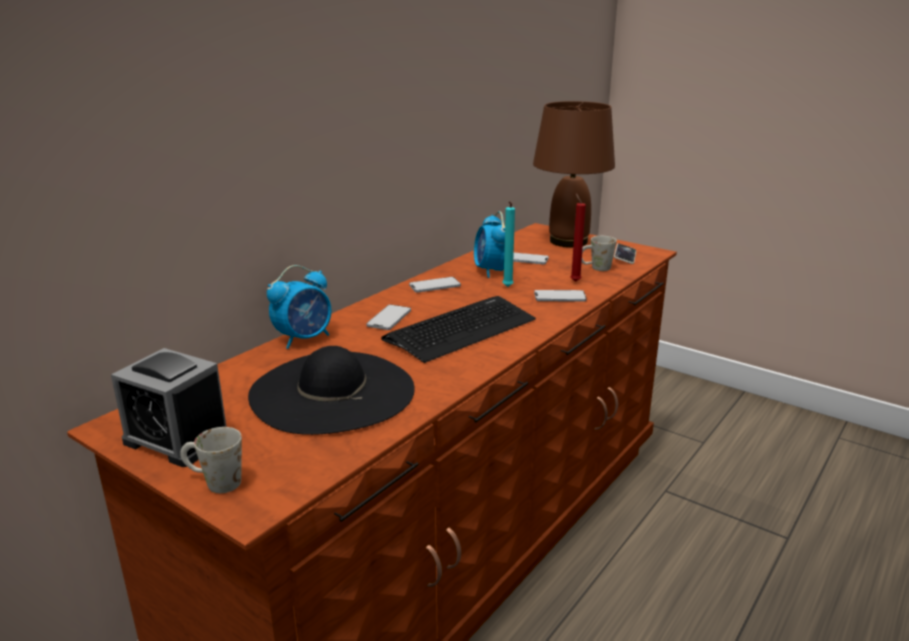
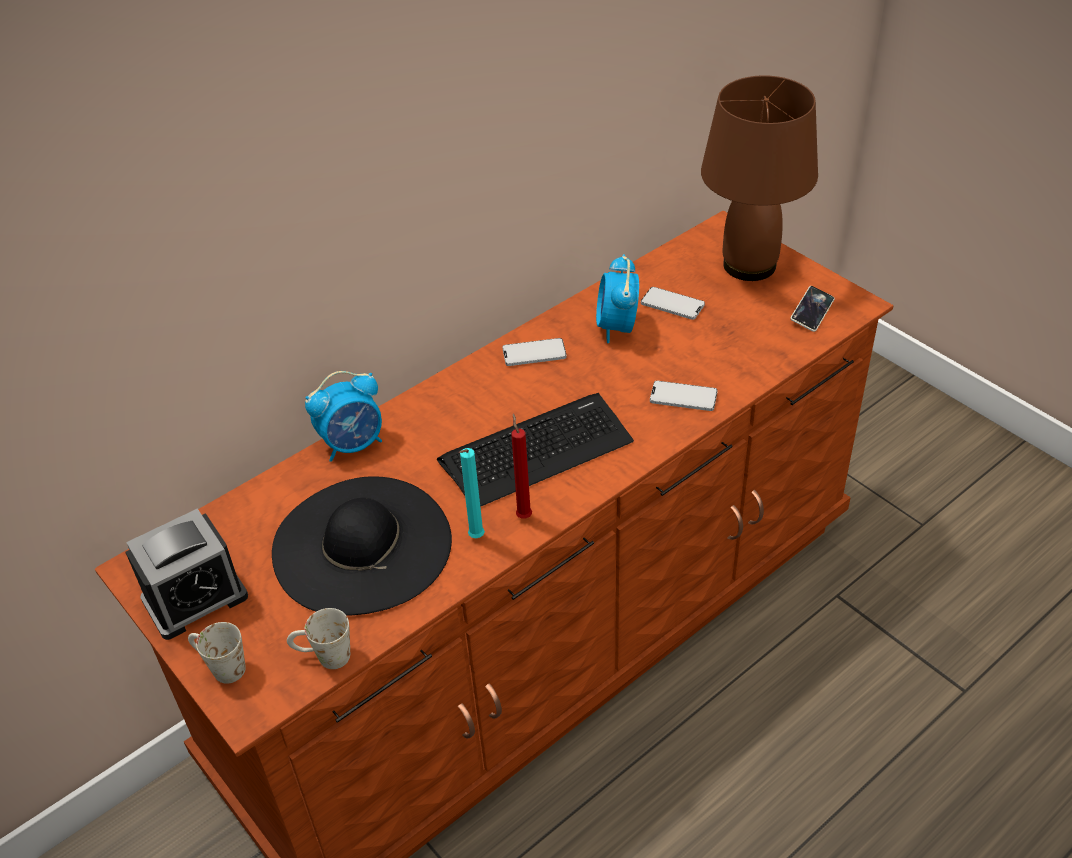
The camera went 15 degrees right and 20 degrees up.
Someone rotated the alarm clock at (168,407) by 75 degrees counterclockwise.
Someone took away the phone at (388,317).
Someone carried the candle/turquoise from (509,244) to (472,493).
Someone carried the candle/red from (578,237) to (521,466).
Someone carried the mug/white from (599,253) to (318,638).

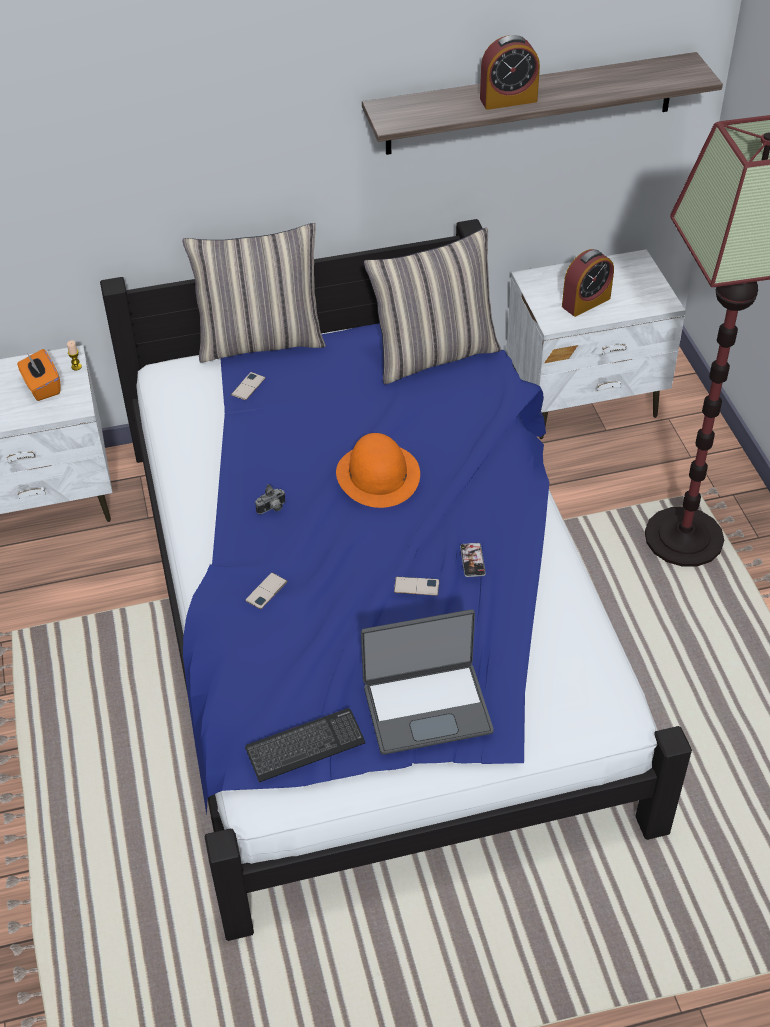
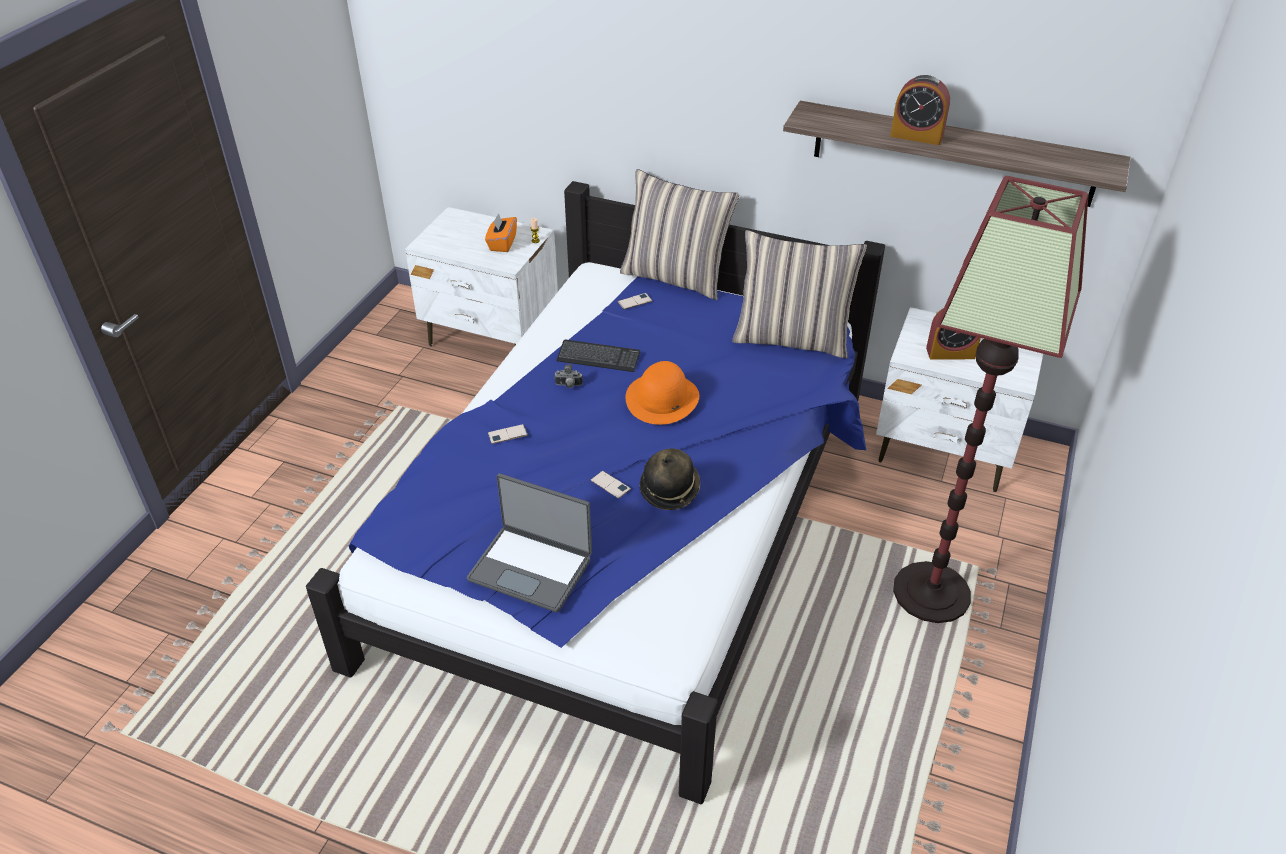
The camera went 35 degrees right and 5 degrees down.
Someone carried the keyboard from (305,745) to (598,356).
Someone swapped the phone at (473,560) for the hat at (669,479).

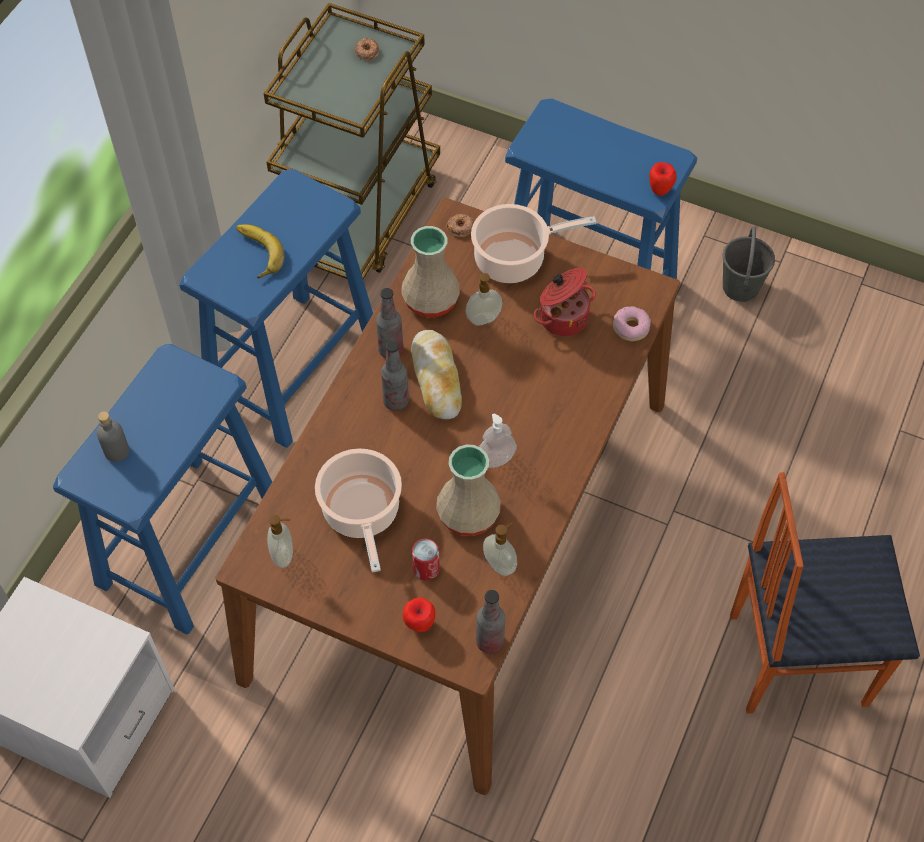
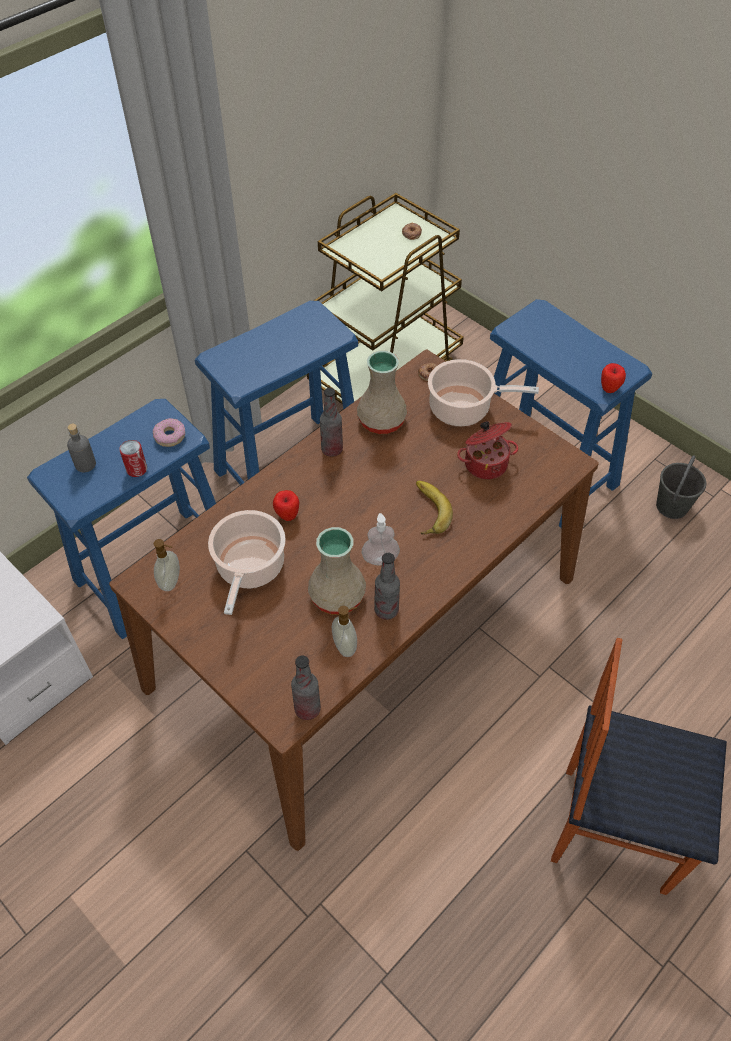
The camera went 20 degrees right and 5 degrees down.
Someone carried the banana from (260,251) to (434,508).
Someone carried the bottle from (395,376) to (387,586).
Someone carried the apple from (419,614) to (286,505).
Someone took away the bread at (436,374).
Someone carried the can from (426,559) to (133,458).
Someone took away the soap dispenser at (484,299).
Someone carried the donut from (632,323) to (169,432).

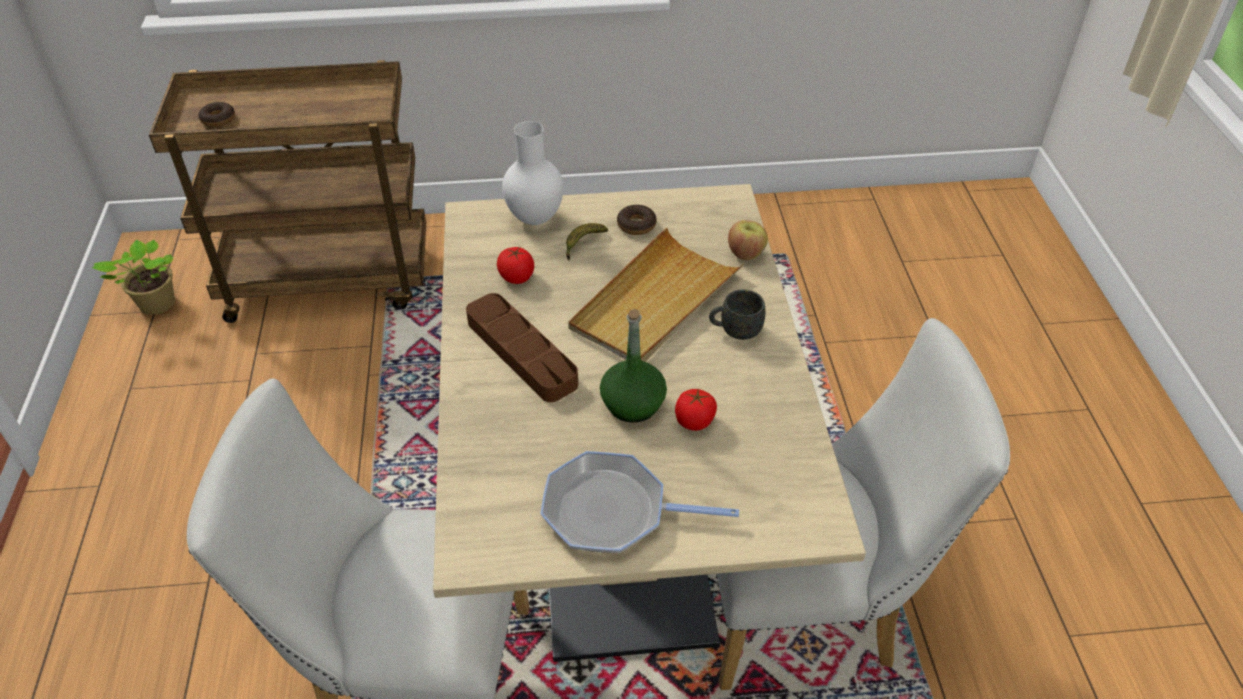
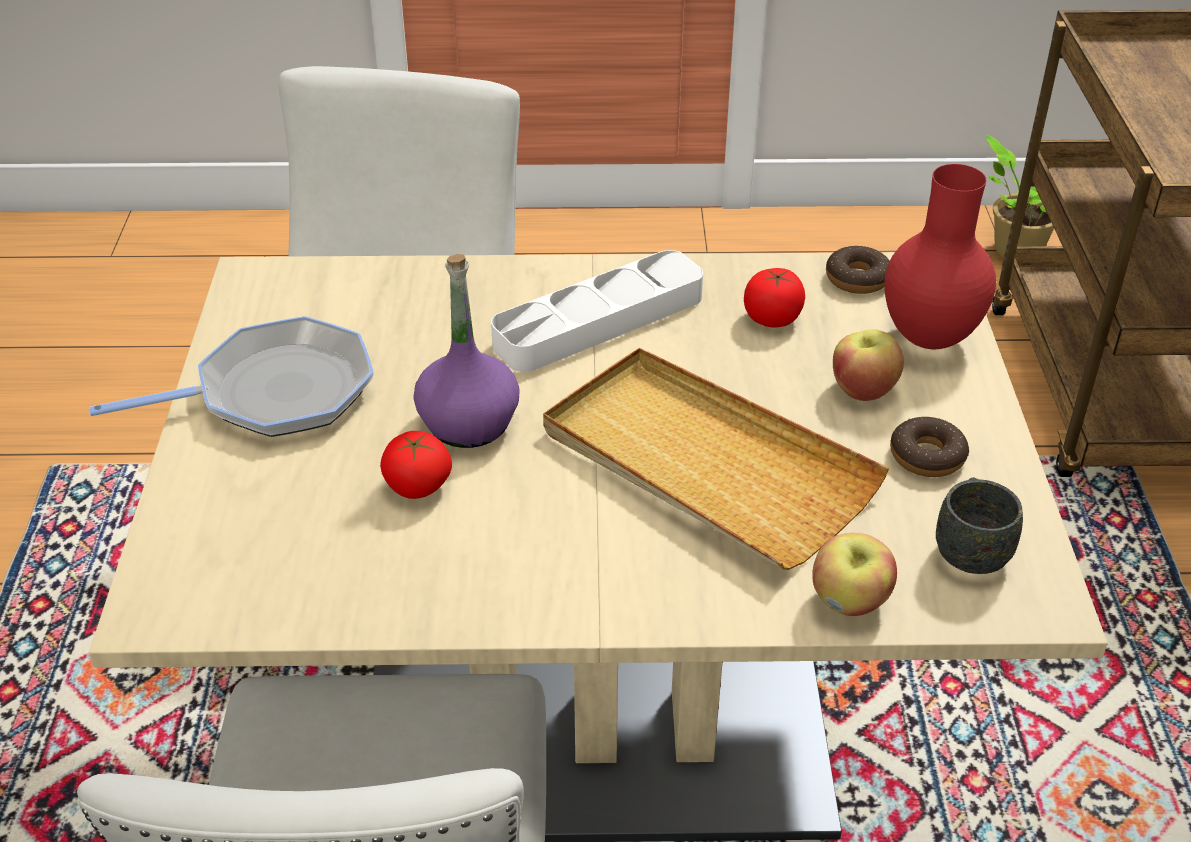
The camera went 95 degrees right and 5 degrees down.
Someone carried the donut from (217,114) to (857,269).
Someone repainted the tray/brown at (522,347), which became the tray/white at (597,311).
Someone repainted the vase/white at (533,173), which became the vase/red at (940,256).
Someone rotated the frying pan at (639,502) by 60 degrees clockwise.
Someone swapped the banana at (587,242) for the apple at (868,365).
Someone repainted the bottle/green at (633,366), which became the bottle/purple at (467,351).
Someone carried the mug/grey from (737,314) to (979,525).

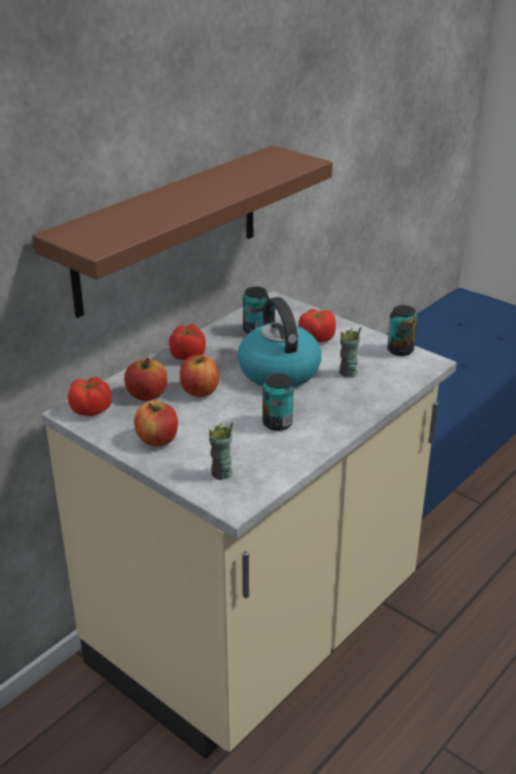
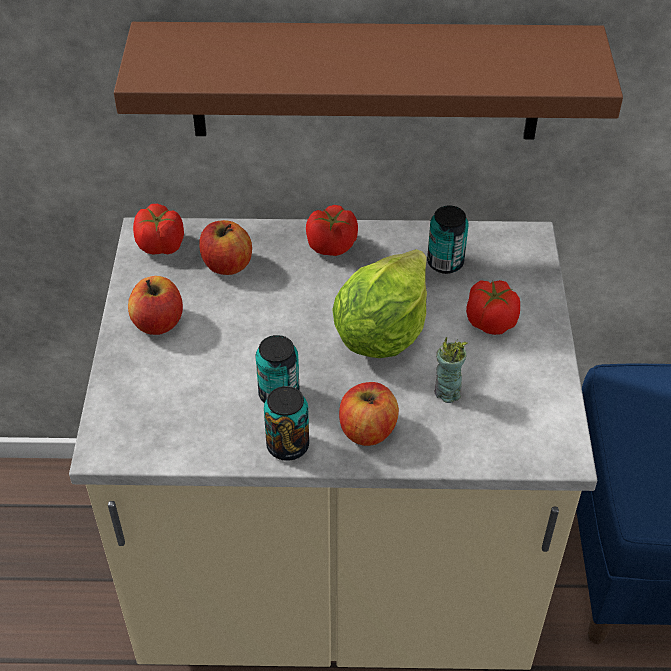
The camera went 50 degrees right and 15 degrees up.
Someone carried the apple from (199,376) to (369,414).
Someone took away the cup at (221,451).
Someone swapped the kettle at (279,342) for the lettuce at (379,303).
Someone carried the can from (402,330) to (286,423).

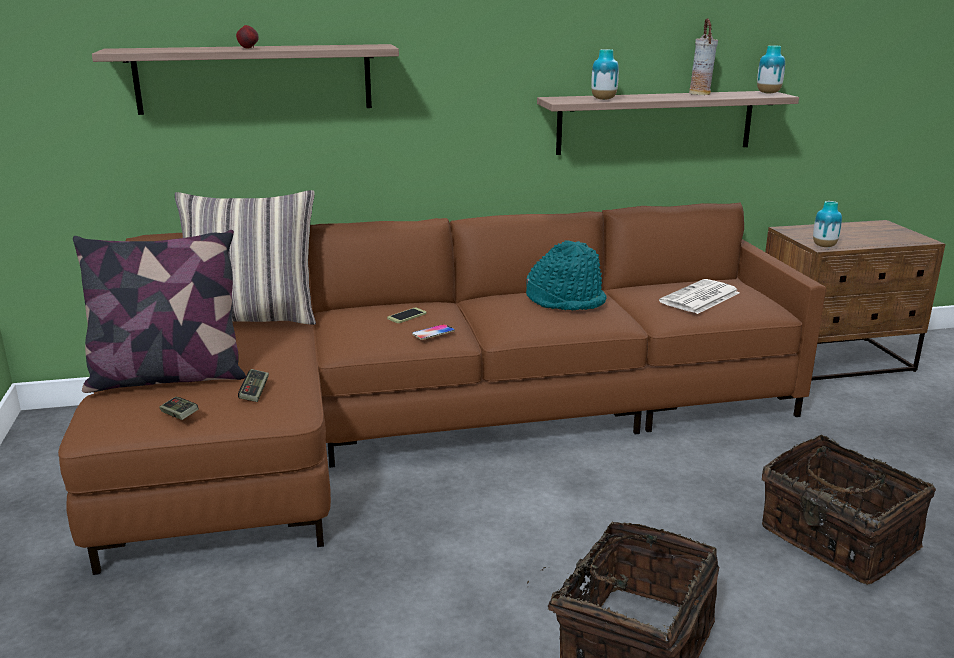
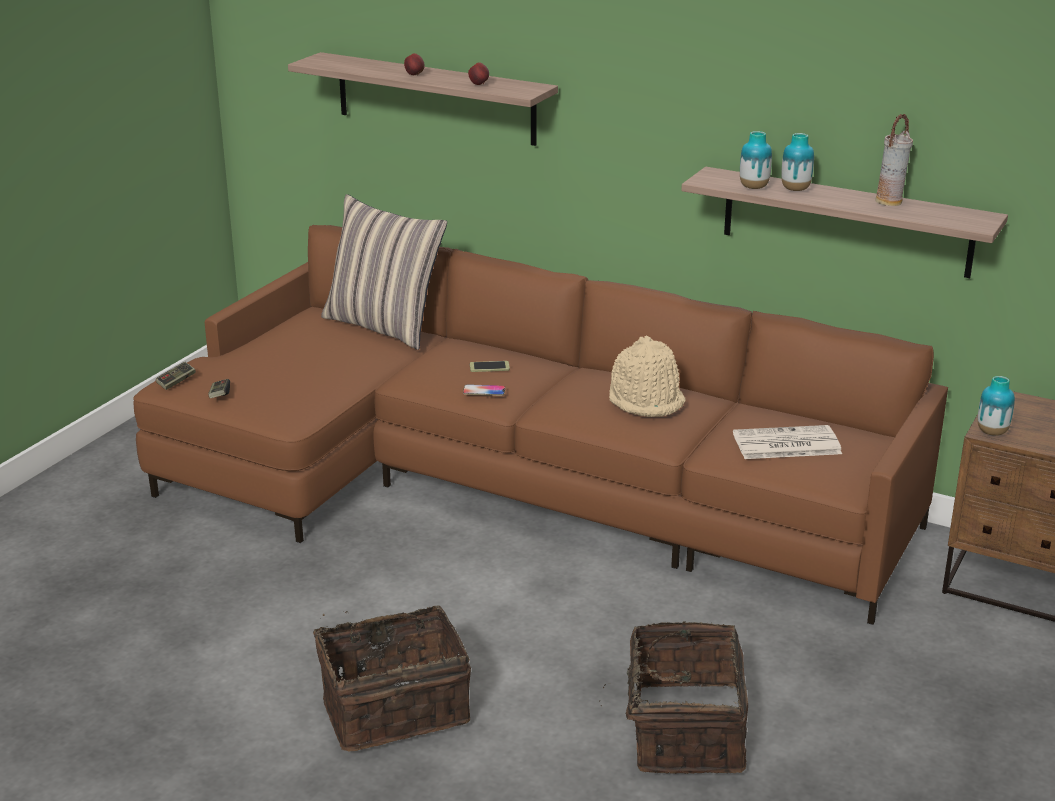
The camera went 40 degrees right and 5 degrees up.
Someone took away the pillow at (159,311).
Someone carried the game controller from (253,385) to (176,376).
Someone repainted the hat/turquoise at (566,275), which became the hat/beige at (647,376).
Someone carried the vase from (771,69) to (797,162).
Someone put down the apple at (478,73).

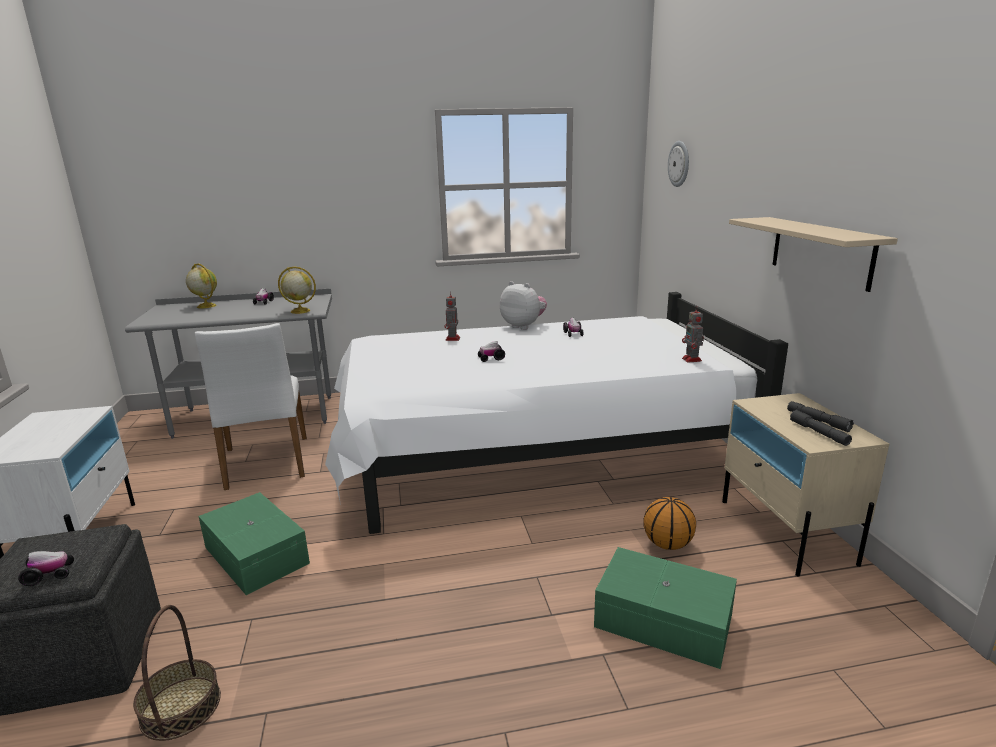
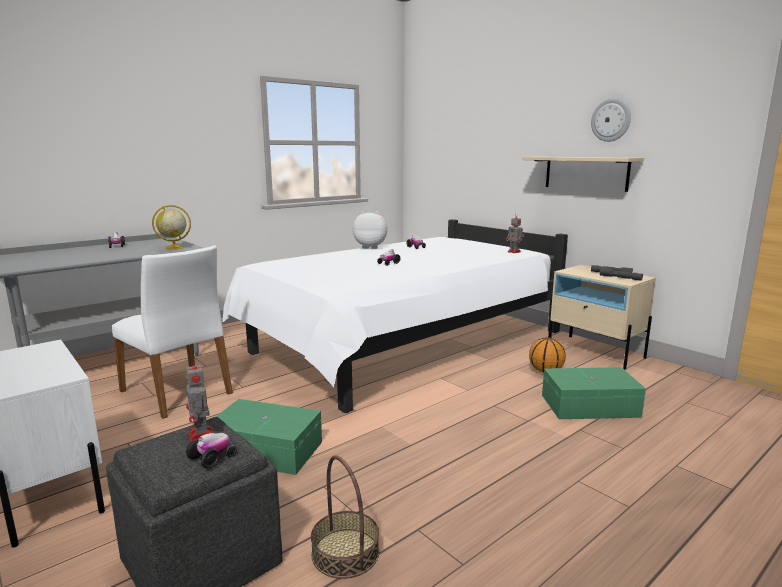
The camera went 30 degrees left and 5 degrees down.
Someone took away the globe at (201,286).
Someone carried the toy robot from (452,316) to (199,400).
Someone carried the wall clock from (678,164) to (611,120).

